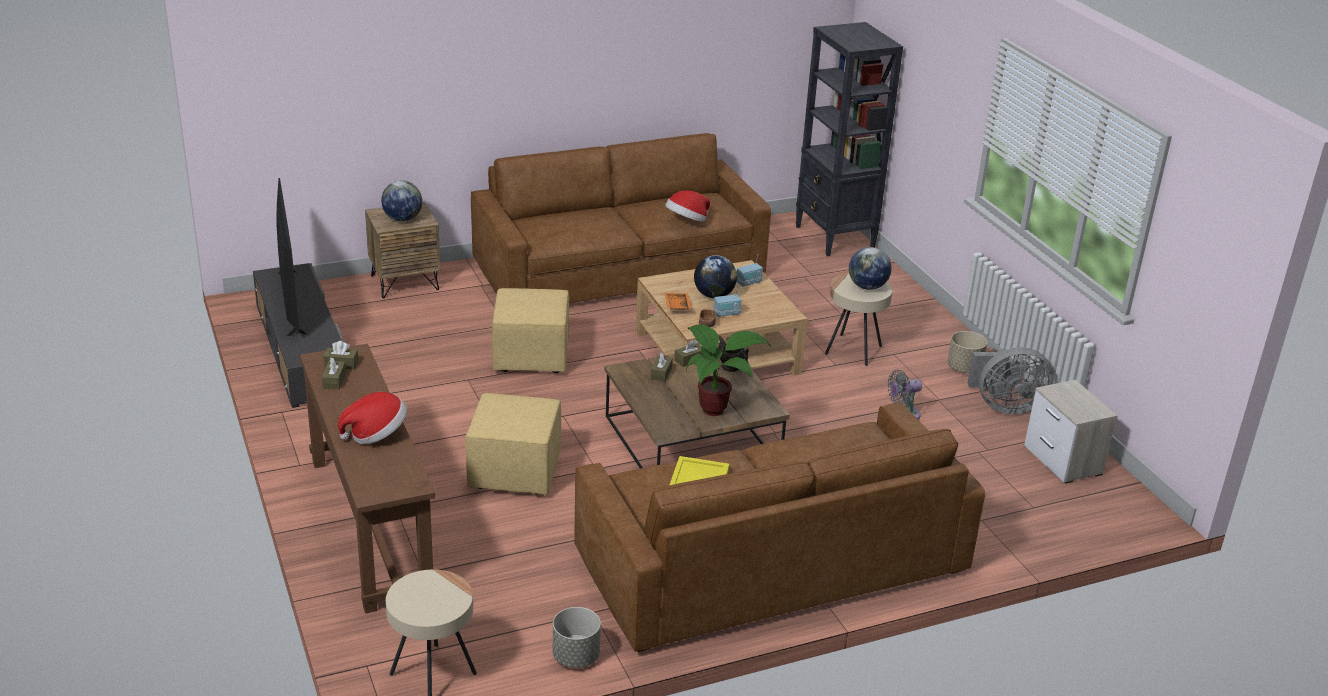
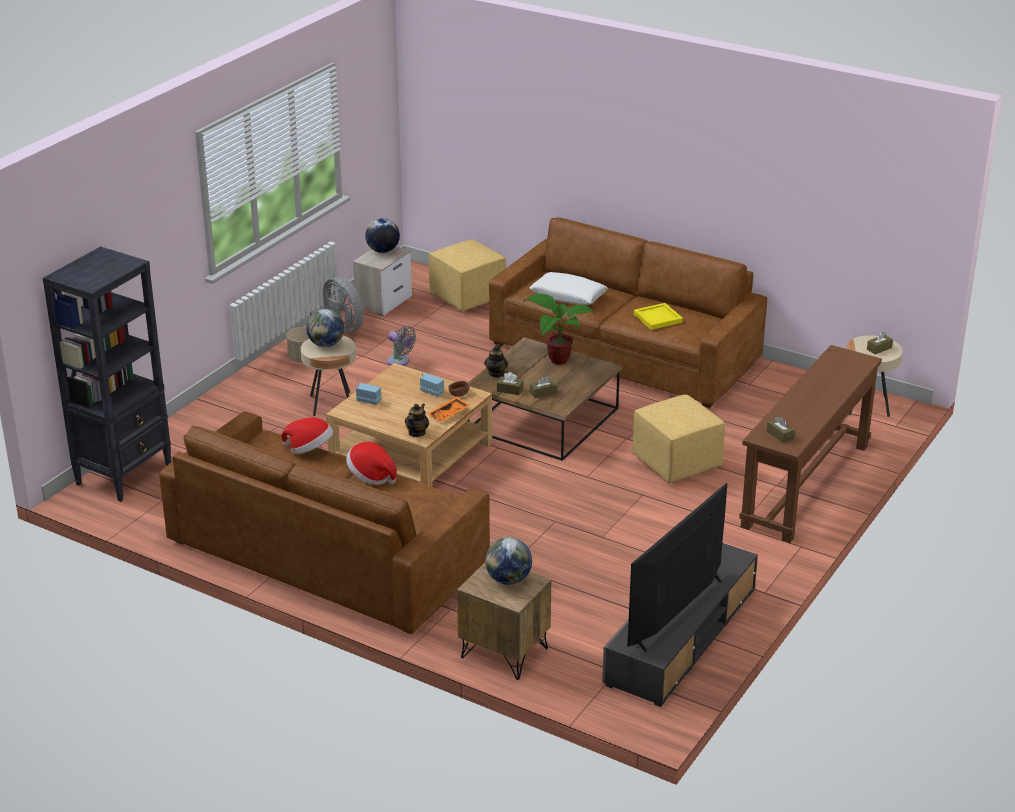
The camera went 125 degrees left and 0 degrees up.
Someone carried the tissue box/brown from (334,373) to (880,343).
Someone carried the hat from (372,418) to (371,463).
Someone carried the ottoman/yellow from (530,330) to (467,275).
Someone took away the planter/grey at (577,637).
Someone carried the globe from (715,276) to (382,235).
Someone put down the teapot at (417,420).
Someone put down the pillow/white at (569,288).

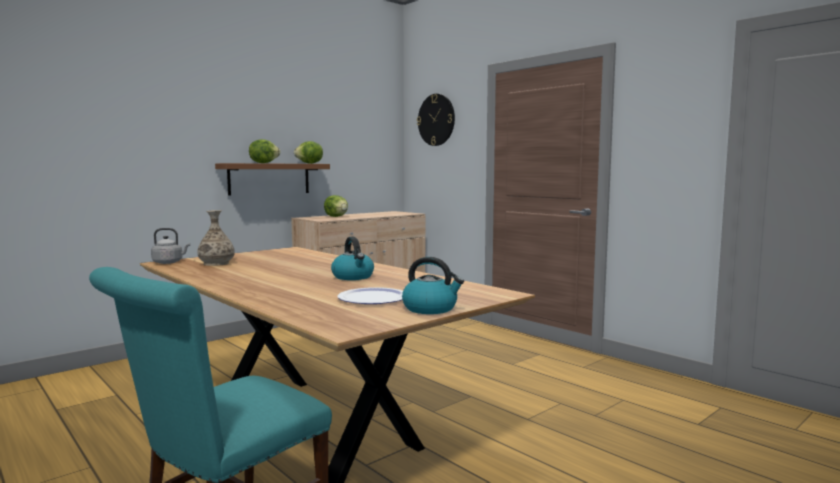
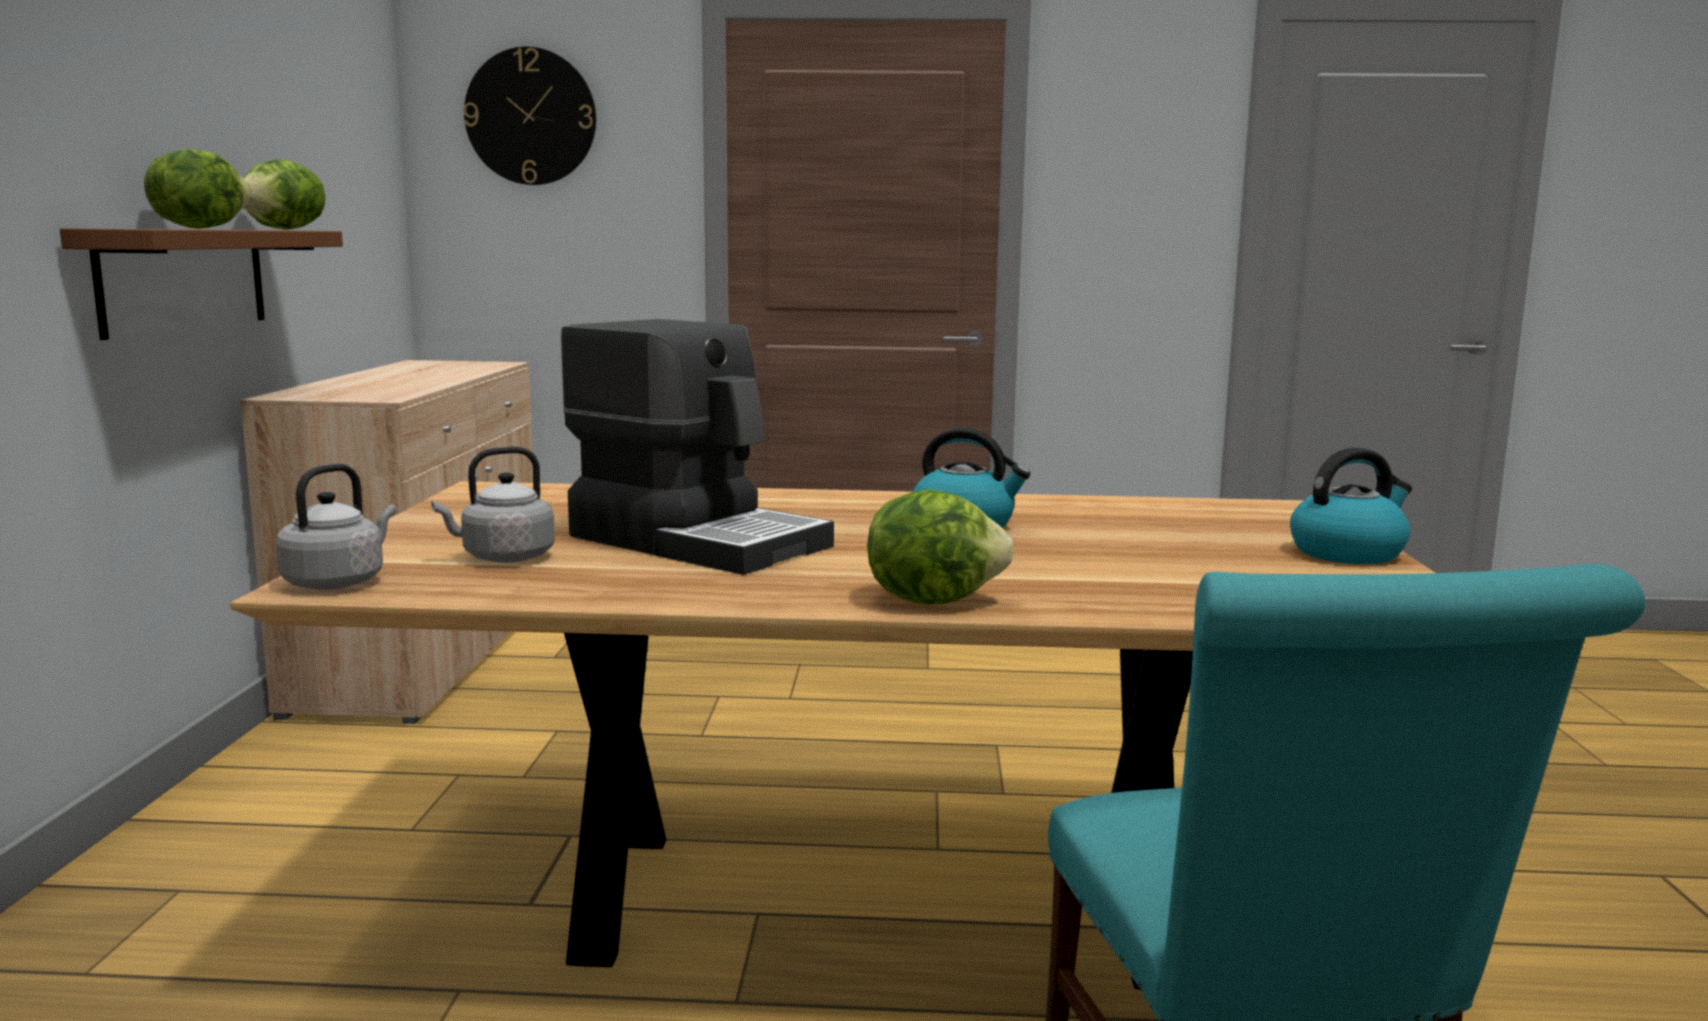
The camera went 45 degrees left and 5 degrees up.
Someone swapped the vase at (216,238) for the kettle/grey at (493,505).
Someone carried the lettuce from (336,206) to (940,546).
Someone took away the plate at (370,295).
Someone put down the coffee machine at (697,447).

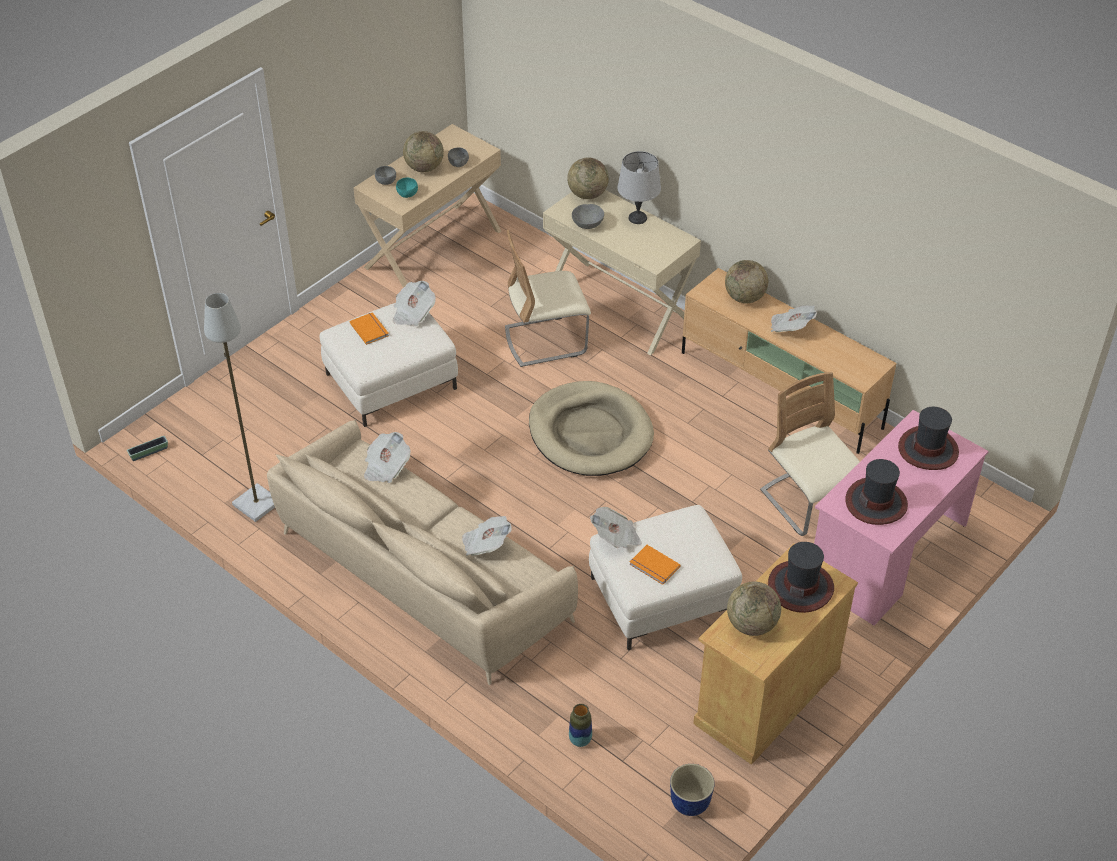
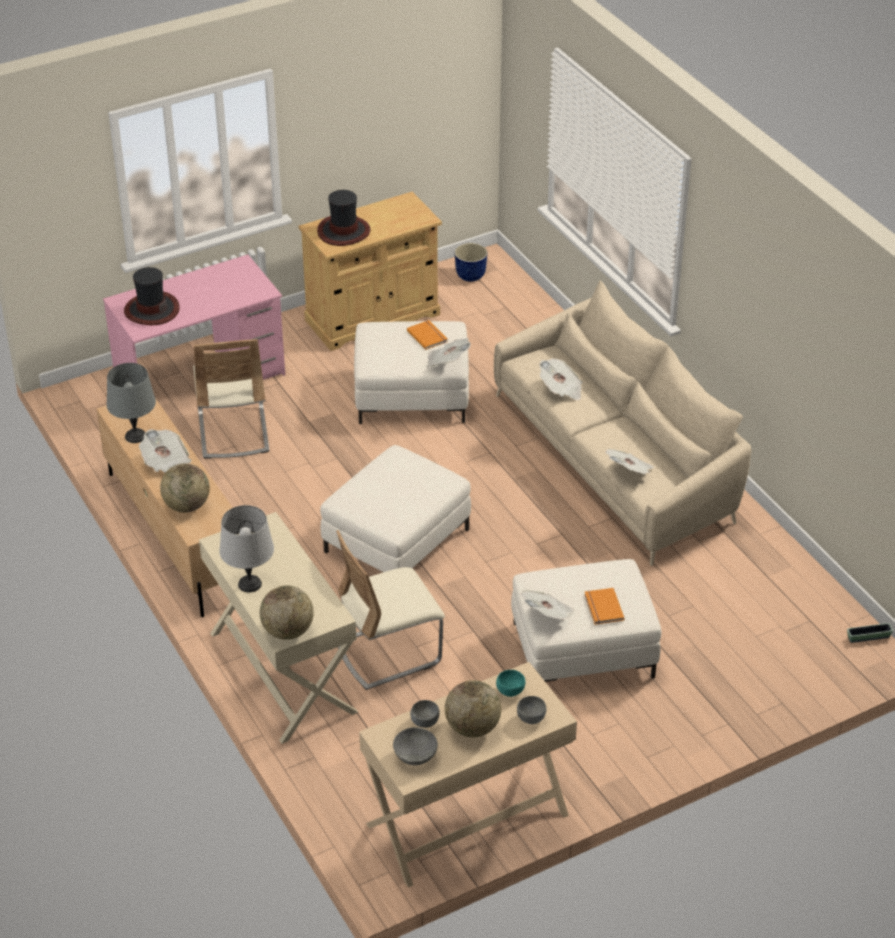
The camera went 160 degrees left and 5 degrees down.
Someone took away the floor lamp/grey at (239,407).
Someone rotated the chair/beige at (548,298) by 150 degrees clockwise.
Someone swapped the dog bed/beige at (591,428) for the ottoman/white at (395,508).
Someone took away the vase at (580,725).
Someone carried the bowl/grey from (588,216) to (415,746).
Someone took away the globe at (754,609).
Someone took away the hat at (876,492).
Someone put down the table lamp/grey at (131,403).

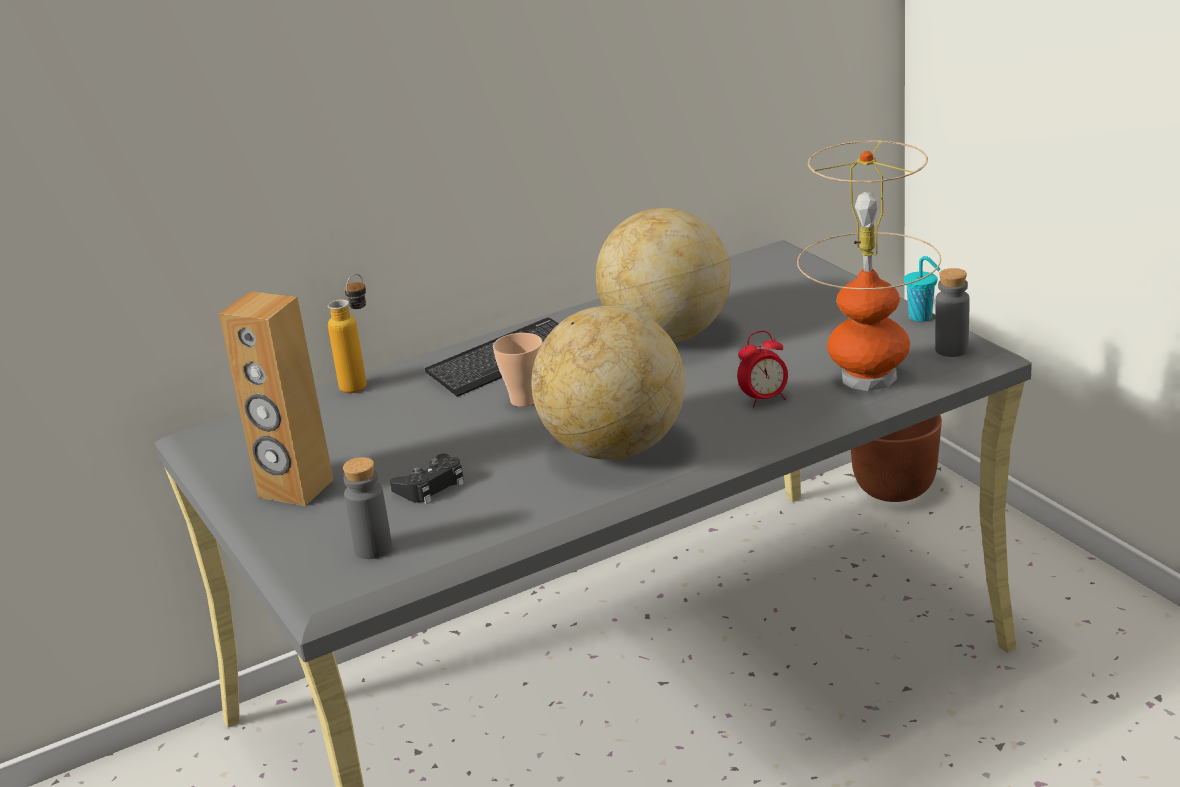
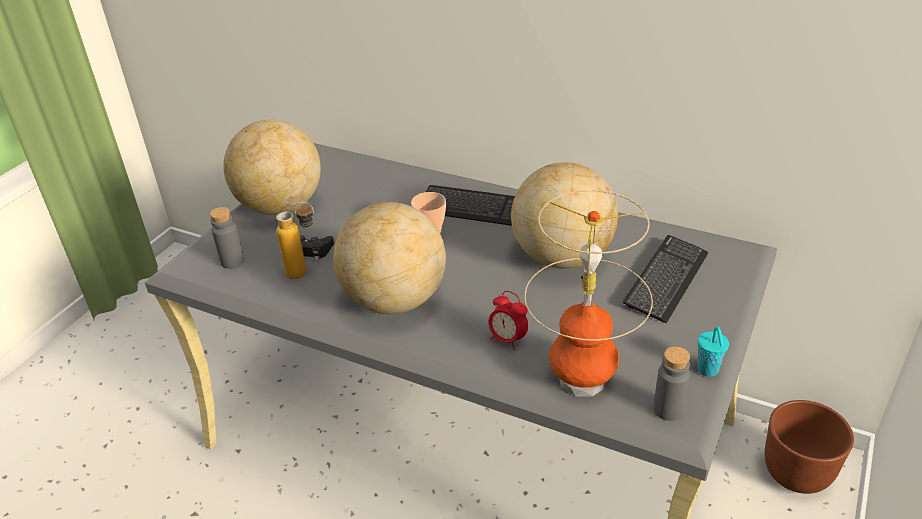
The camera went 55 degrees right and 10 degrees up.
Someone swapped the speaker/brown at (276,398) for the globe at (272,167).
Someone carried the bottle from (347,333) to (295,240).
Someone put down the keyboard at (665,279).

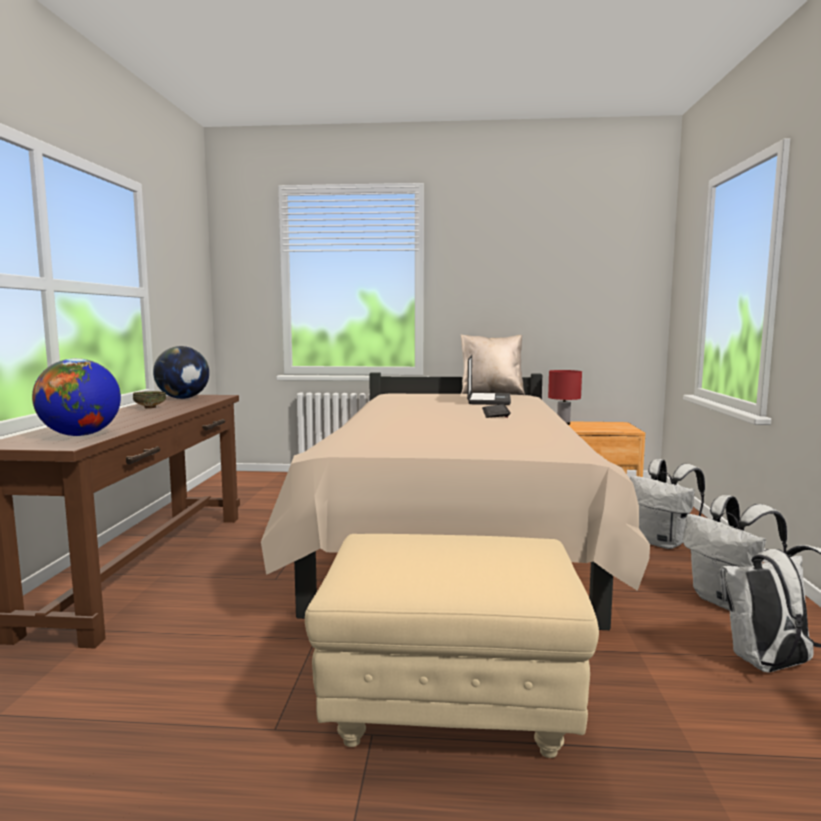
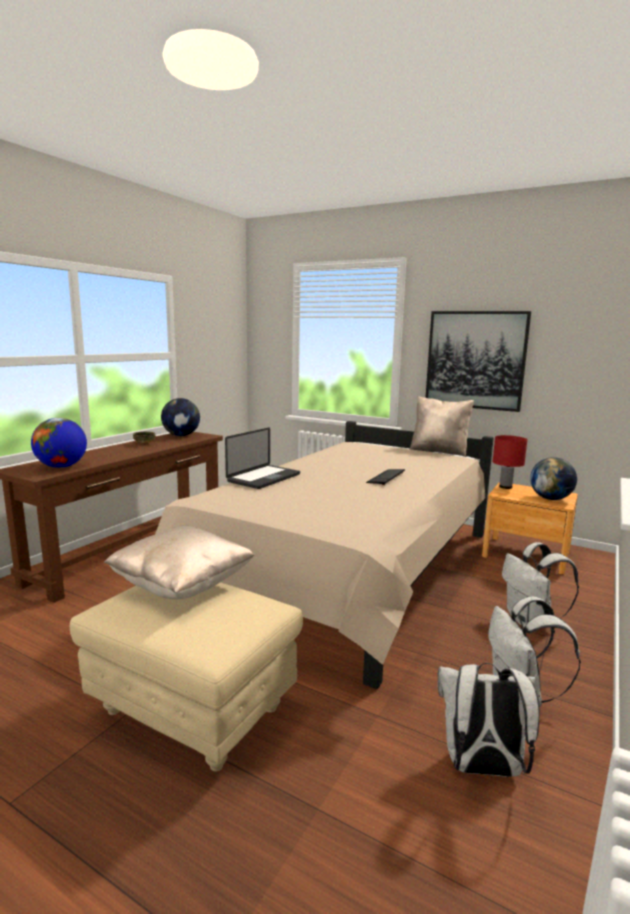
The camera went 25 degrees right and 5 degrees up.
Someone carried the laptop from (489,380) to (262,458).
Someone put down the pillow/beige at (179,562).
Someone put up the picture at (478,361).
Someone put down the globe at (553,478).

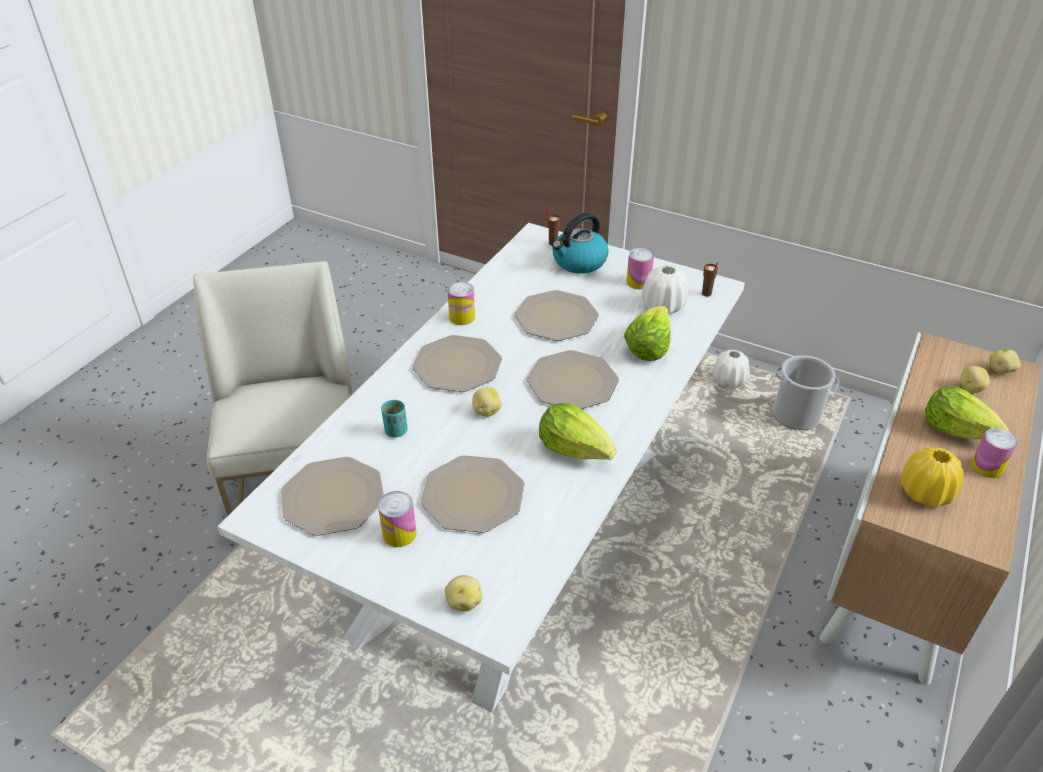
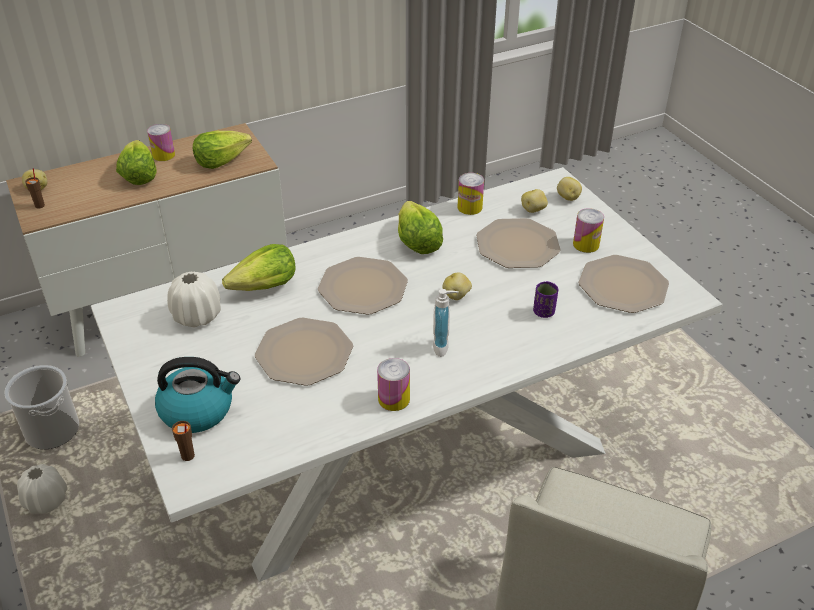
The camera went 145 degrees left and 0 degrees up.
Someone repainted the cup/turquoise at (394,419), which became the cup/purple at (545,299).
Someone swapped the plate at (457,363) for the soap dispenser at (446,323).
Someone carried the can from (640,268) to (471,194).
Someone carried the cup/brown from (710,280) to (35,188).
Someone swapped the vase/yellow at (932,476) for the lettuce at (222,150).
Someone carried the potato from (975,379) to (534,201).

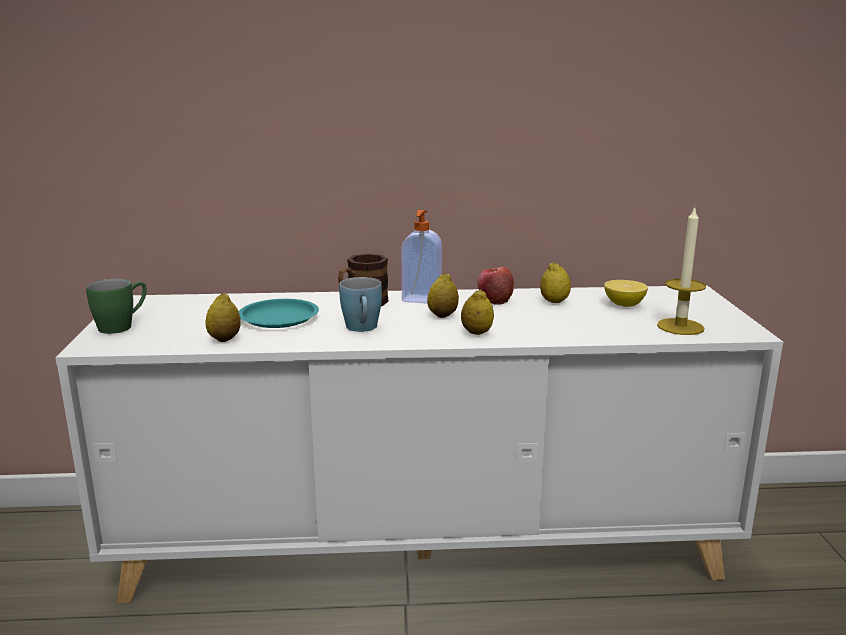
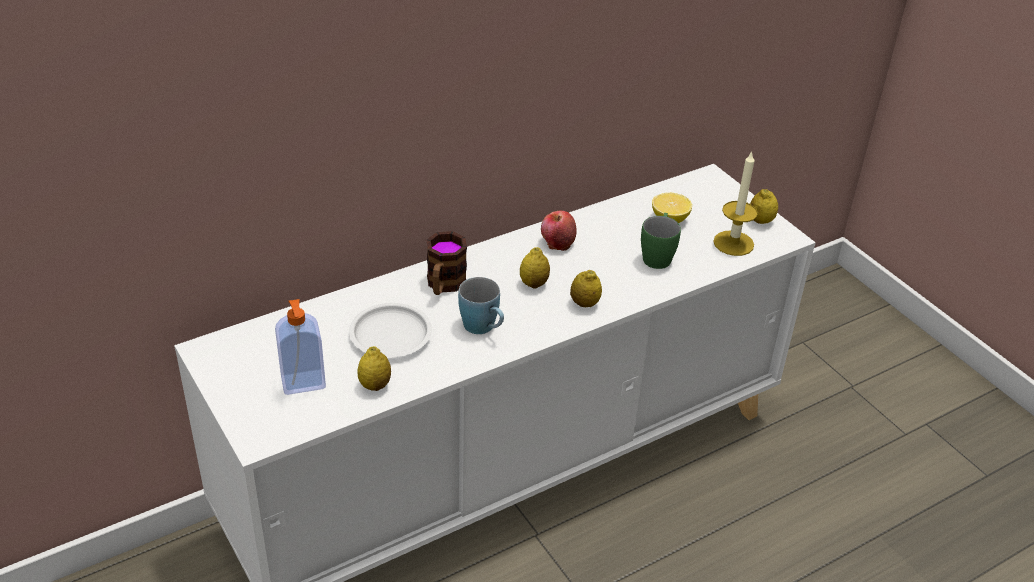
The camera went 30 degrees left and 20 degrees up.
Someone carried the mug/green from (116,306) to (661,241).
Someone repainted the plate/turquoise at (279,313), which became the plate/white at (390,330).
Someone carried the soap dispenser from (421,257) to (300,347).
Someone carried the lemon from (555,282) to (764,206).

